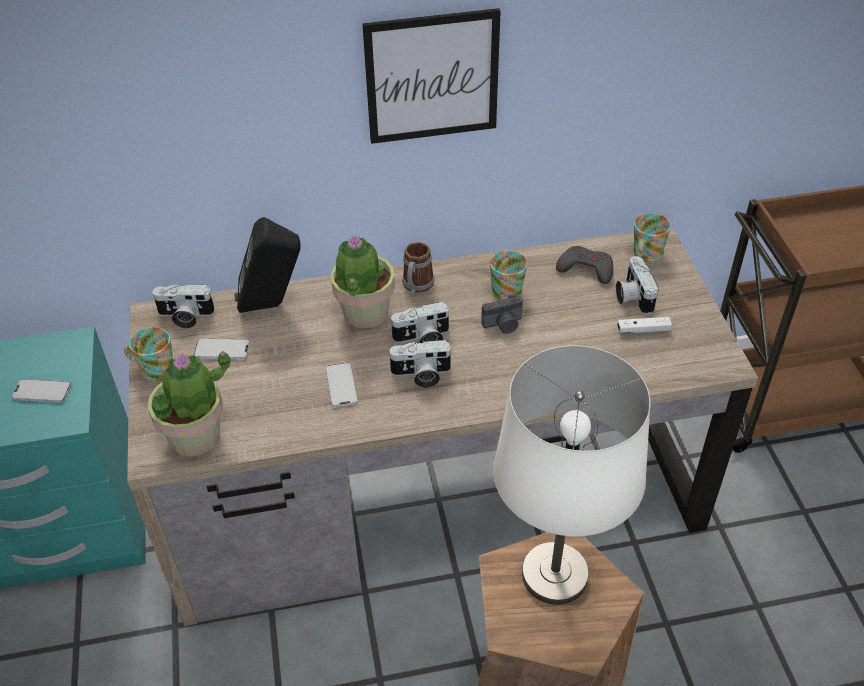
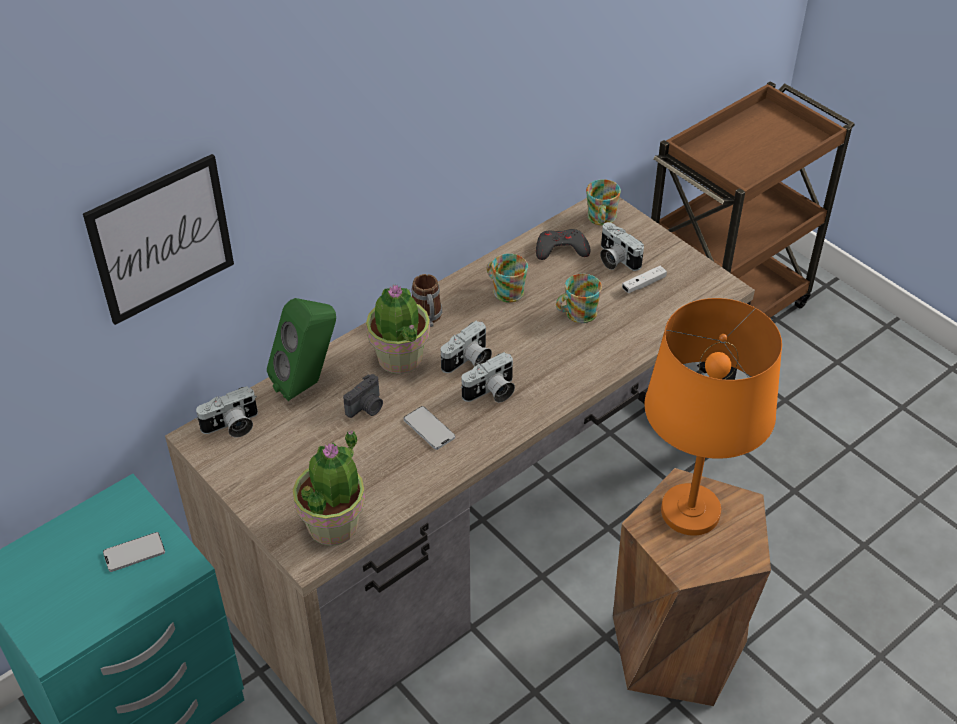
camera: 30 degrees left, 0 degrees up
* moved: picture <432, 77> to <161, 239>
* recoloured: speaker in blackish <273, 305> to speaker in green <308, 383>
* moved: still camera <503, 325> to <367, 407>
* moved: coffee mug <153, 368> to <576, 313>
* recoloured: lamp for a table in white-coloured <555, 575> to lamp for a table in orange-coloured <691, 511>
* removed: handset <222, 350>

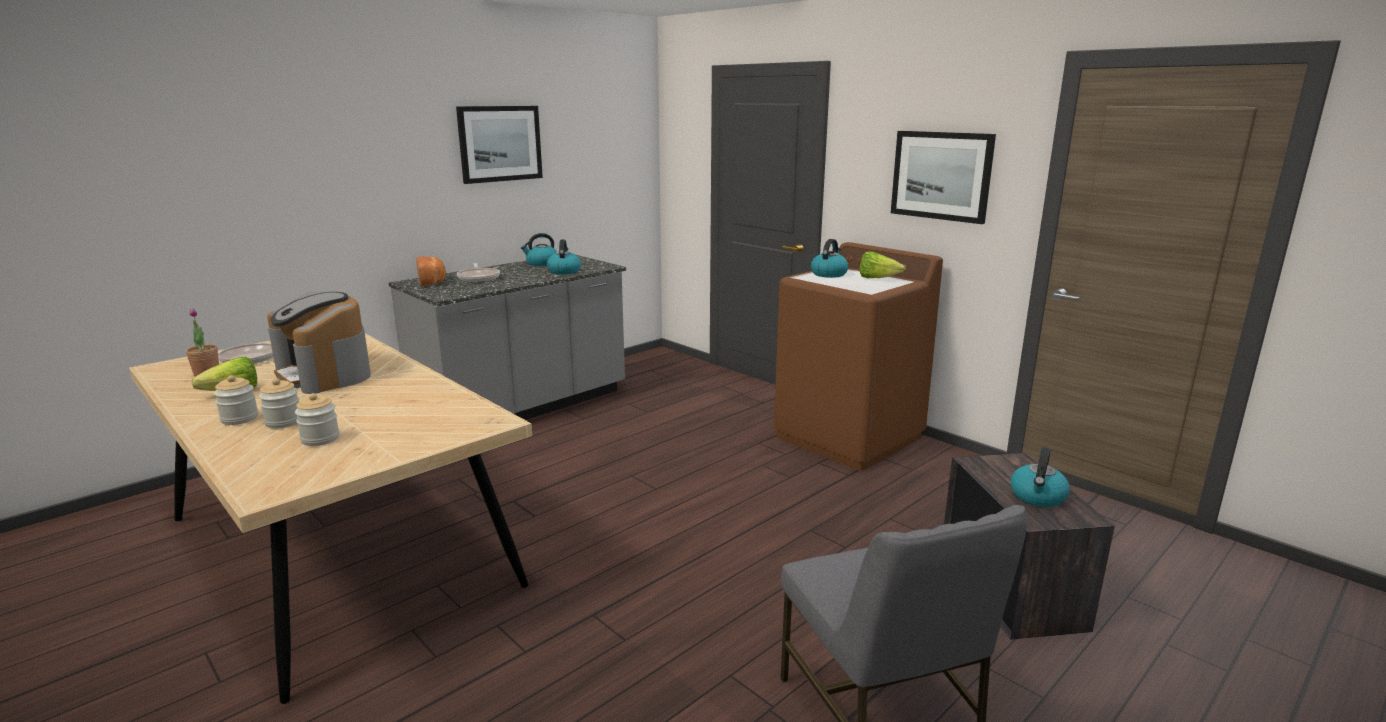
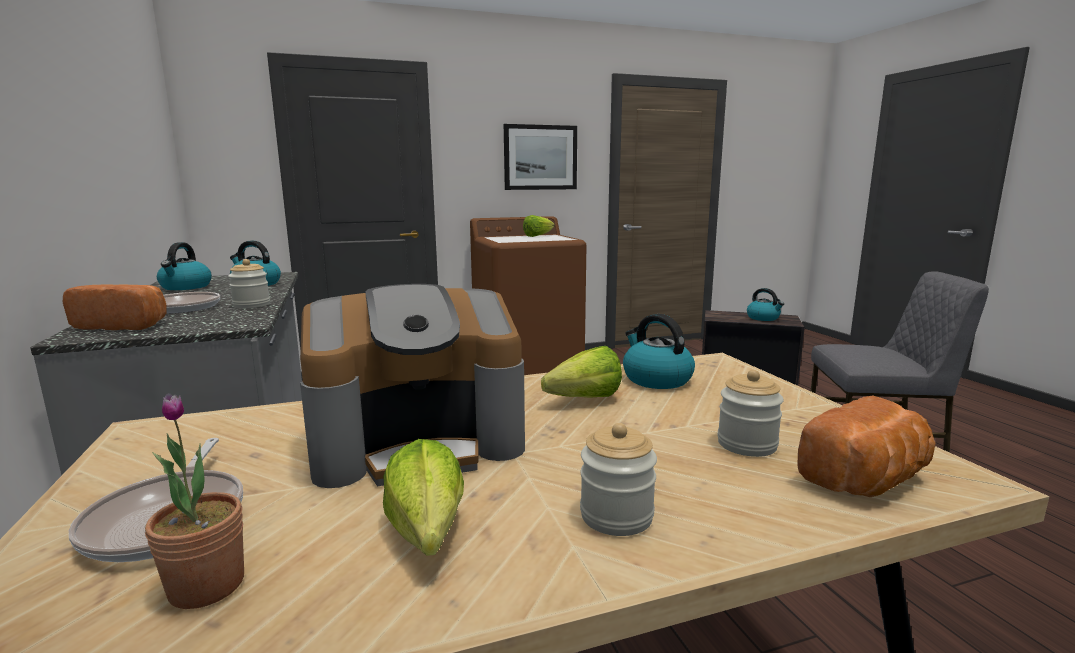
camera: 65 degrees left, 5 degrees down
* moved: jar <283, 422> to <251, 305>
* added: lettuce <578, 400>
* moved: tea kettle <829, 274> to <656, 379>
* added: bread <867, 480>
* removed: picture <500, 143>

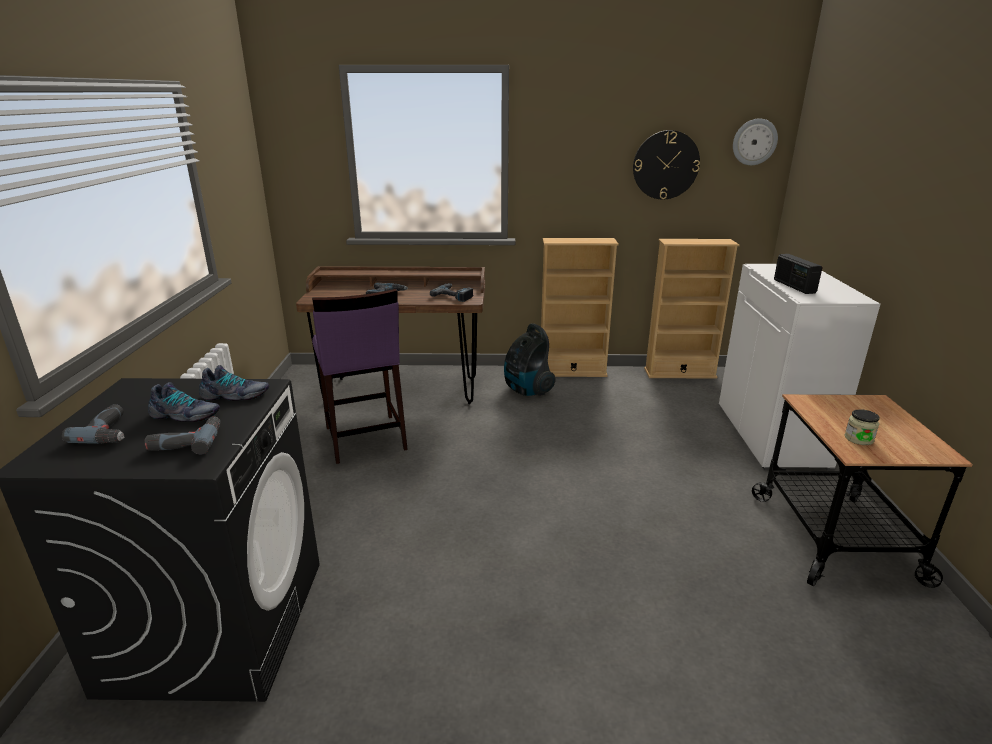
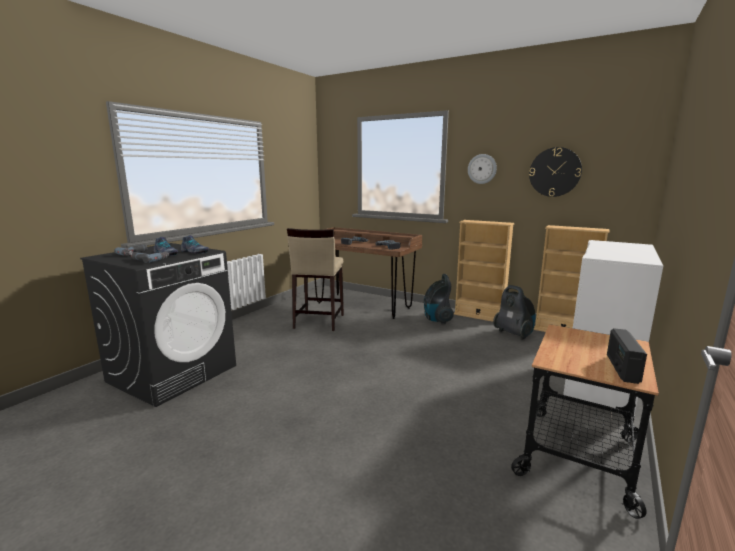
camera: 30 degrees right, 10 degrees down
* recoloured: sitting stool in purple <364, 439> to sitting stool in sand-coloured <318, 321>
* moved: wall clock <754, 142> to <482, 169>
* added: hoover <514, 334>
* moved: radio receiver <793, 286> to <622, 368>
* removed: jar <858, 439>

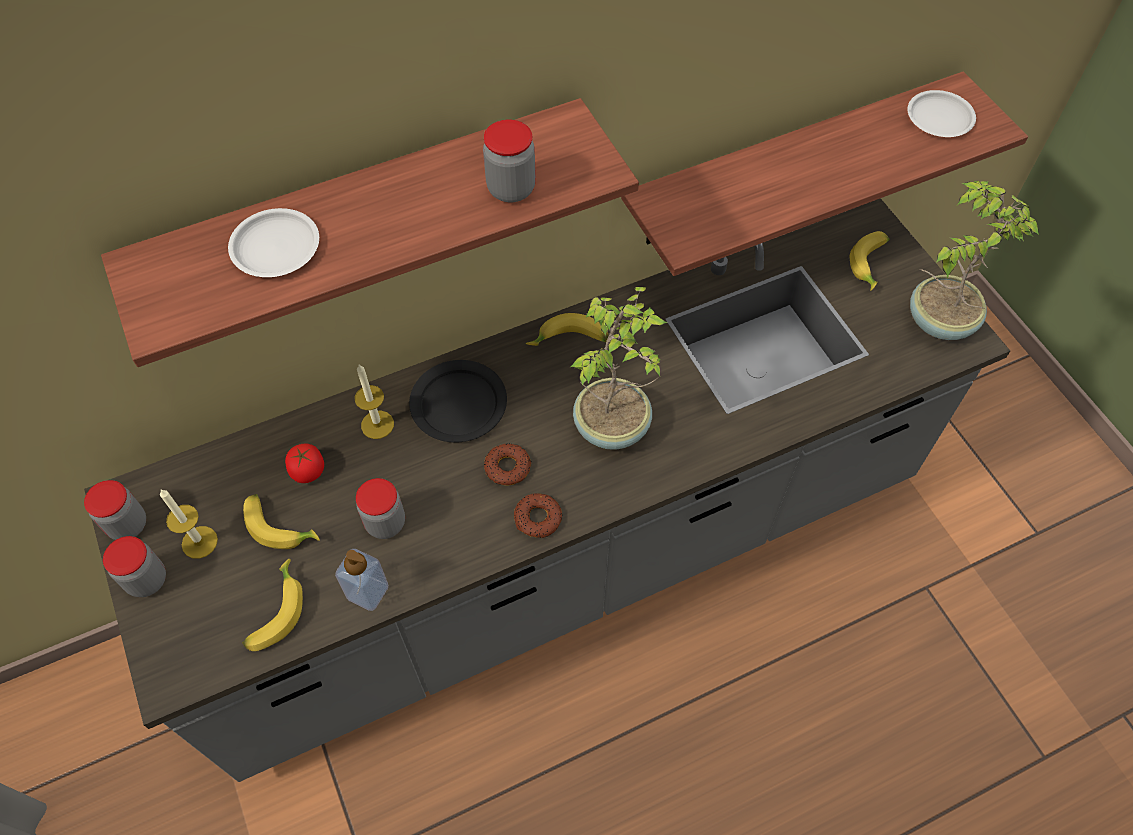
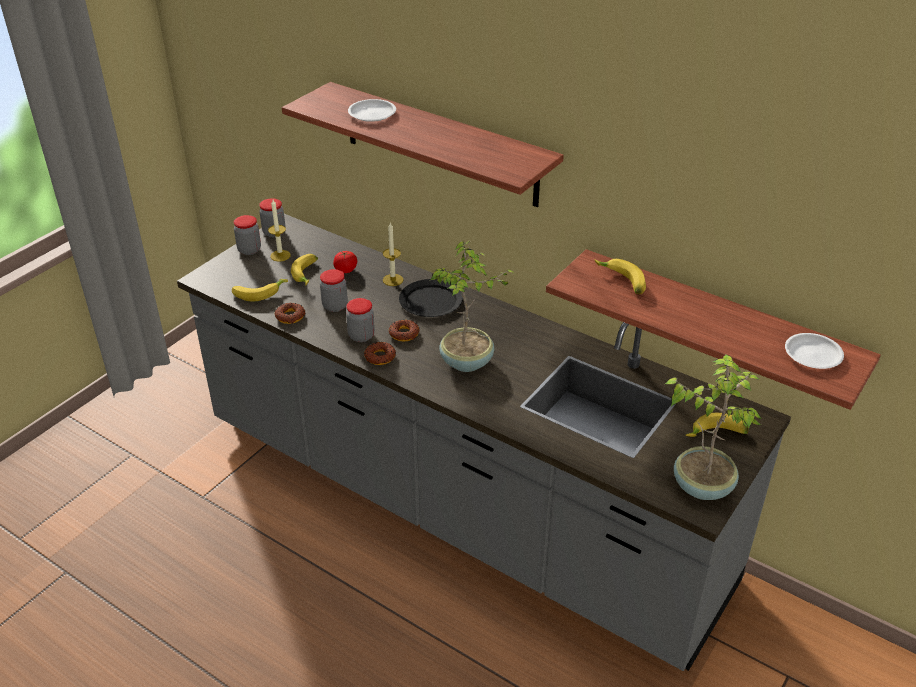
camera: 60 degrees right, 20 degrees down
* replaced: soap dispenser <368, 592> to ring doughnut <290, 316>
* moved: jar <511, 189> to <361, 336>
* moved: banana fruit <569, 341> to <620, 282>

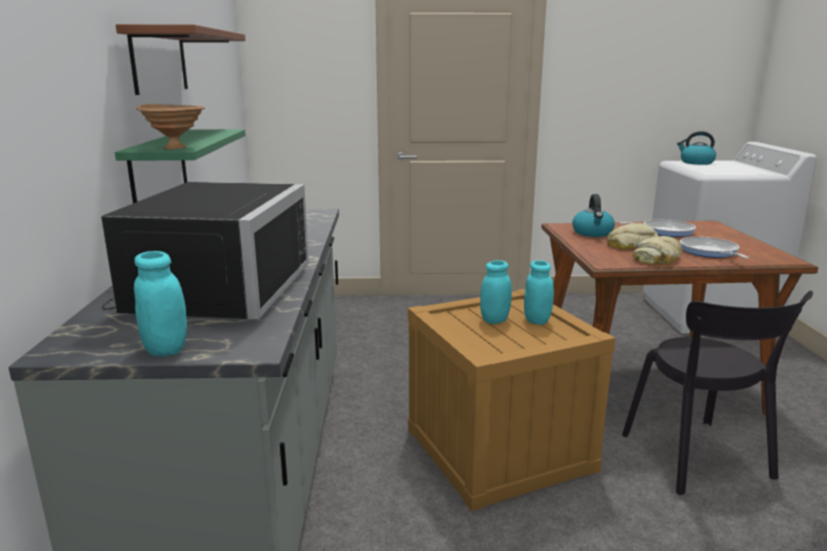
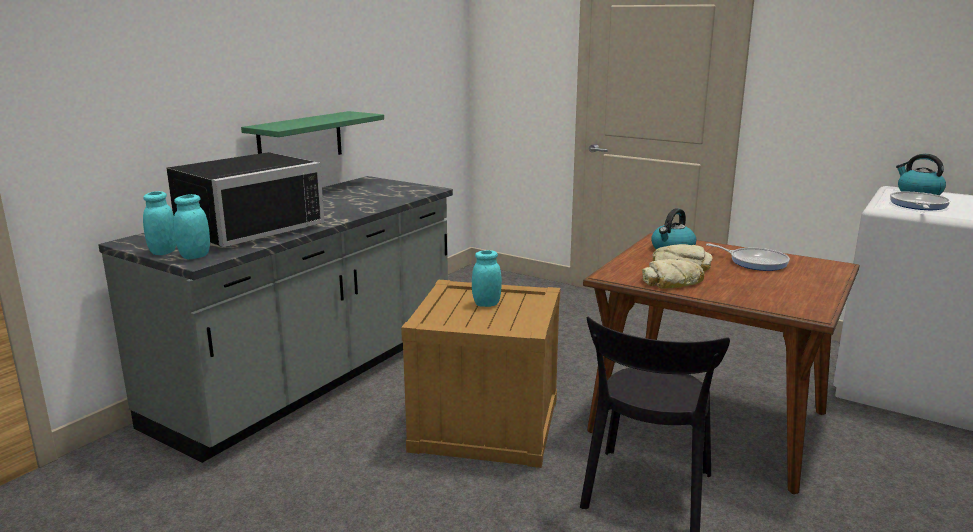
camera: 35 degrees right, 0 degrees up
* moved: jar in turquoise <537, 320> to <195, 256>
* moved: pan <710, 252> to <918, 205>
* removed: wall shelf in brown-coloured <159, 61>
* removed: deep dish in brown-coloured <175, 148>

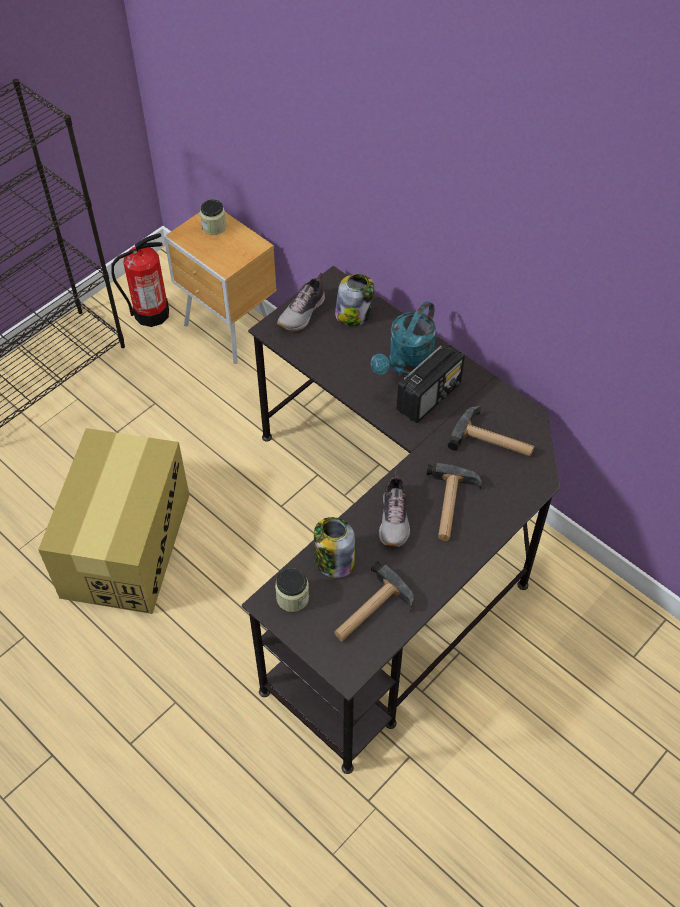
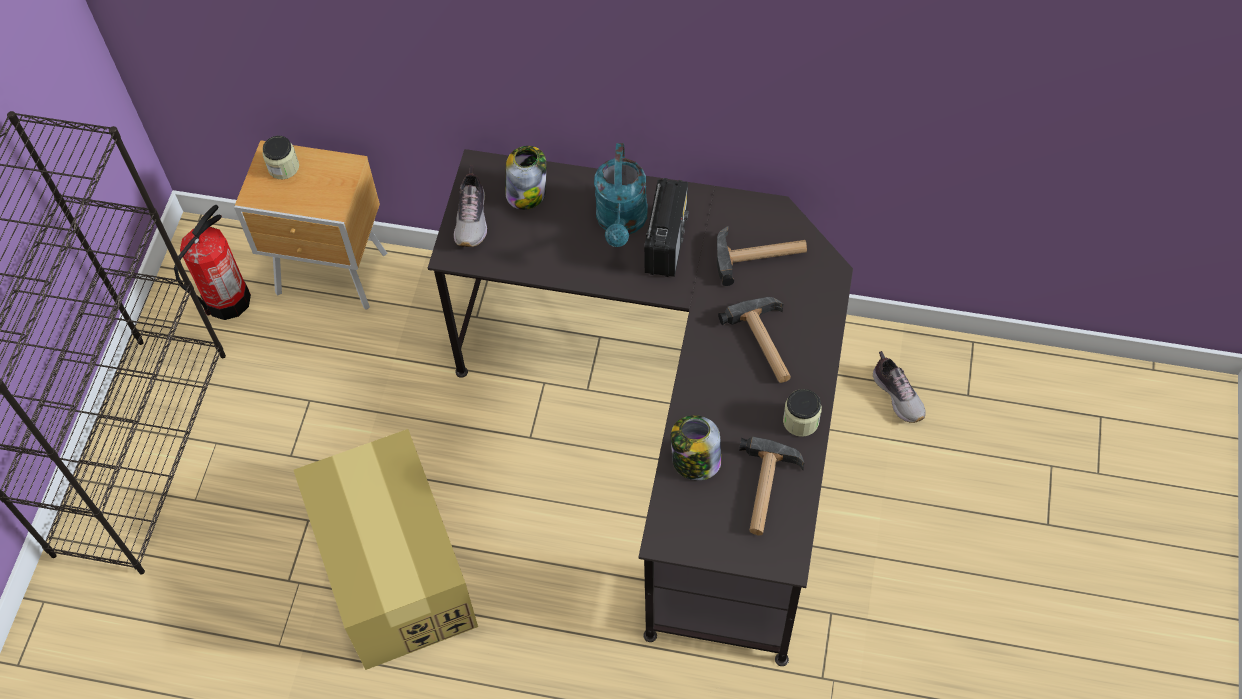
camera: 30 degrees left, 5 degrees up
* moved: jar <292, 597> to <800, 421>
* moved: shoe <395, 518> to <898, 395>

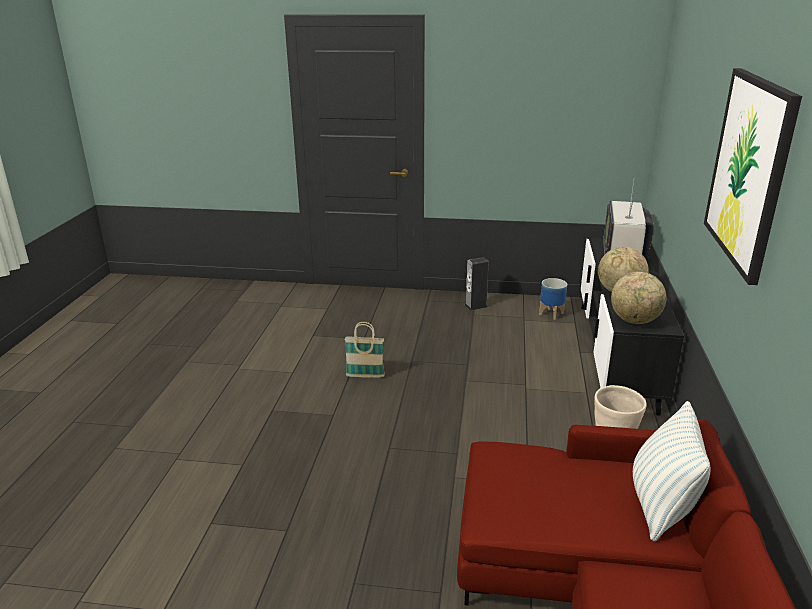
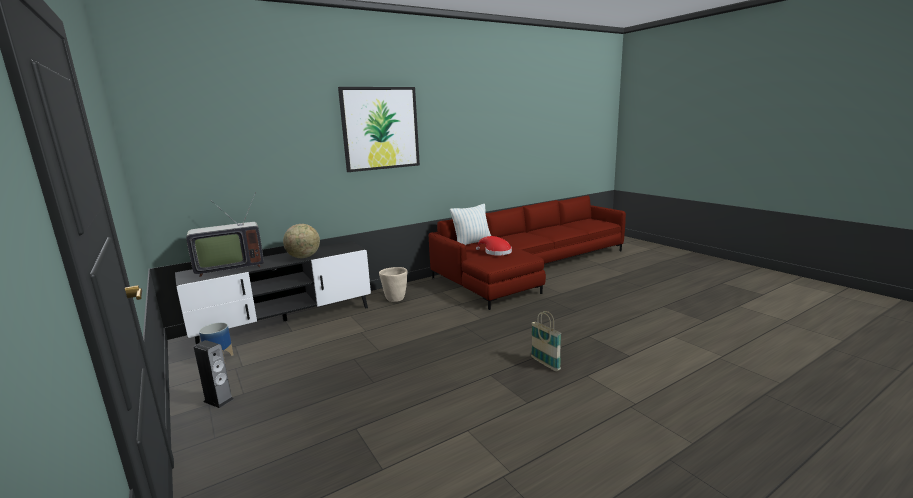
camera: 130 degrees left, 10 degrees down
* added: wearable hat in red-coloured <496, 252>
* moved: household basket <365, 376> to <545, 364>
* removed: desk globe <635, 321>

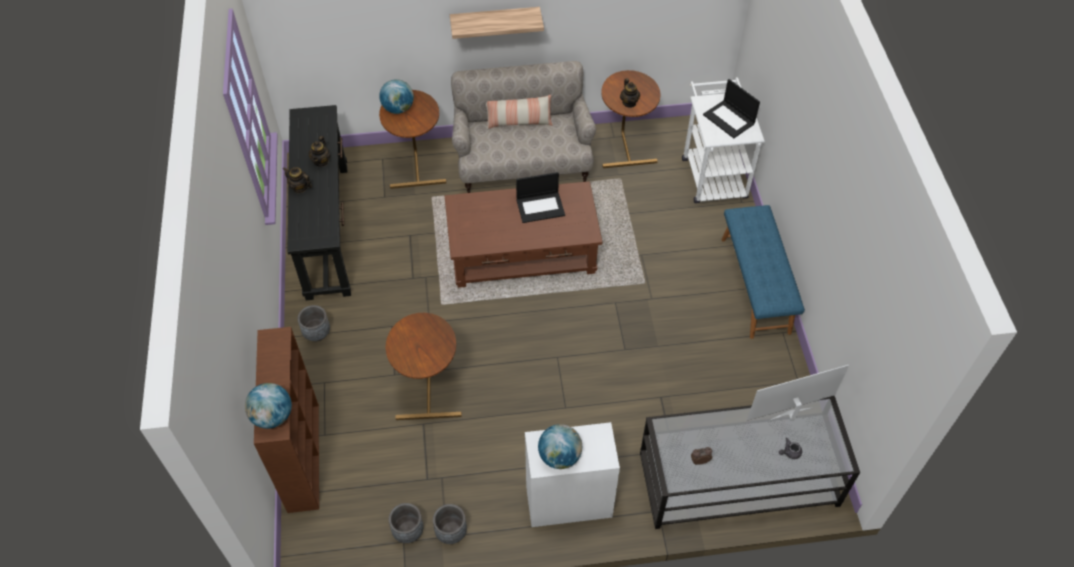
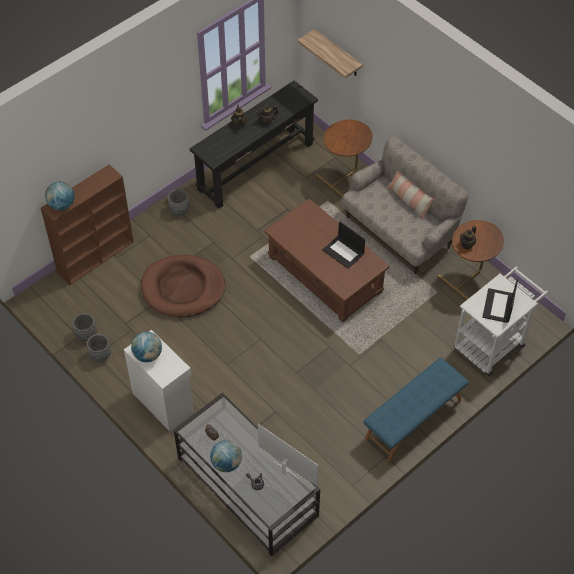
camera: 55 degrees right, 0 degrees up
* replaced: accent table in brown-coloured <429, 392> to dog cushion in brown-coloured <183, 288>
* moved: desk globe <398, 108> to <226, 463>
* moved: wall shelf <495, 21> to <338, 54>

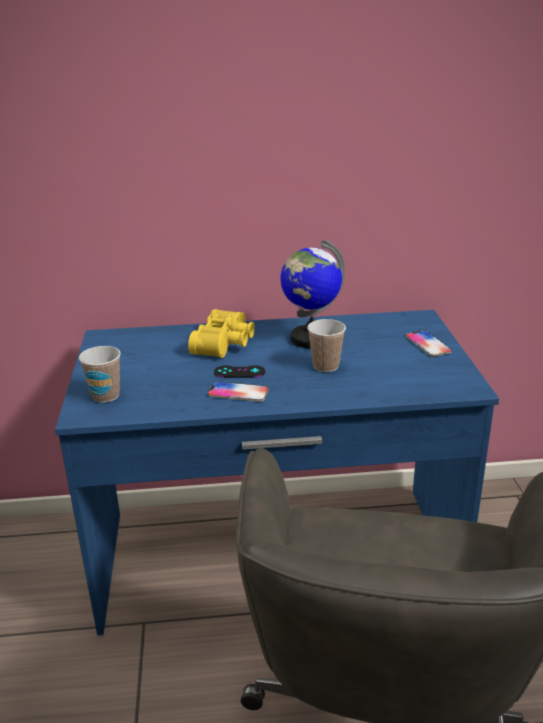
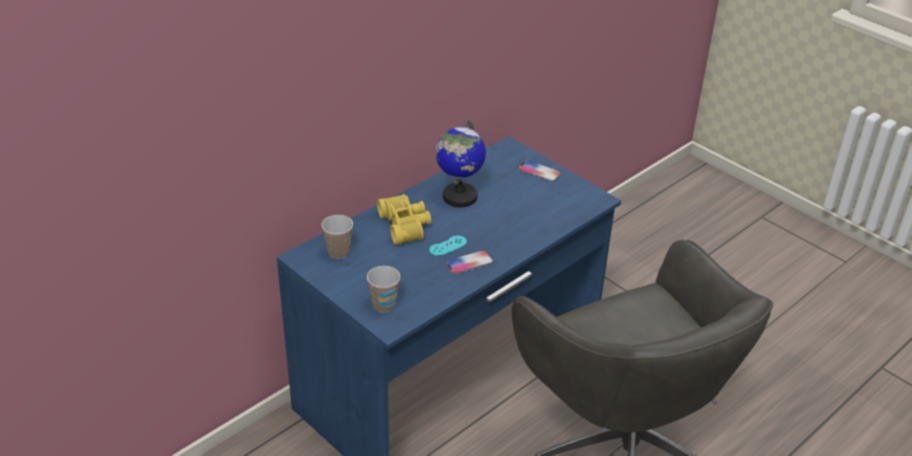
camera: 40 degrees left, 10 degrees up
* moved: drinking cup <326, 366> to <338, 252>
* recoloured: gamepad in blackish <239, 372> to gamepad in turquoise <448, 246>

